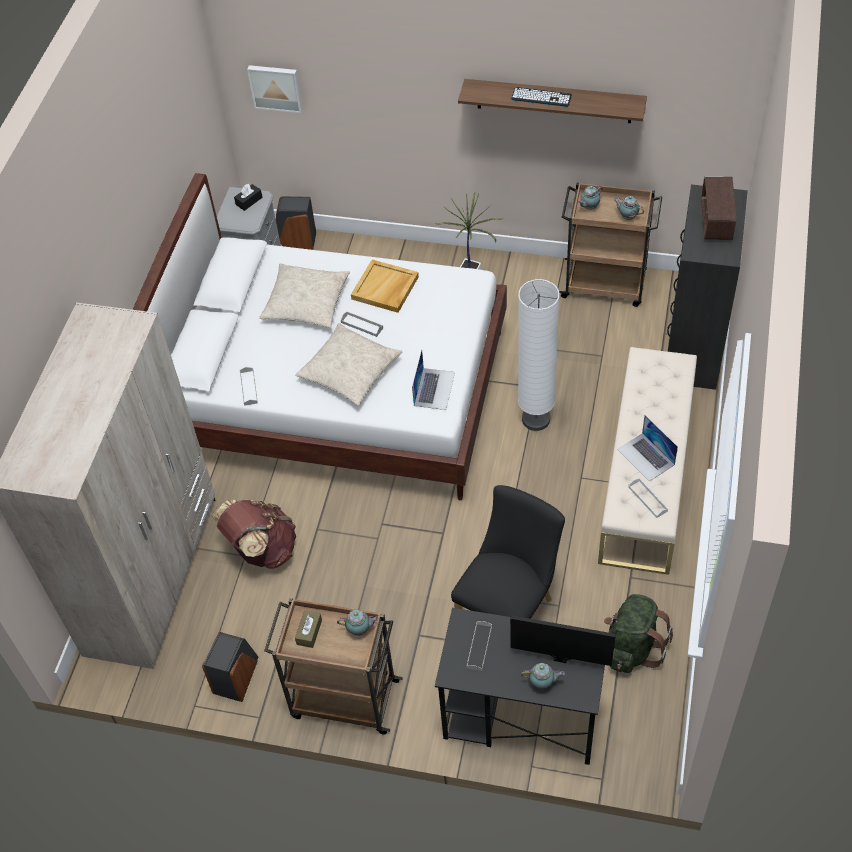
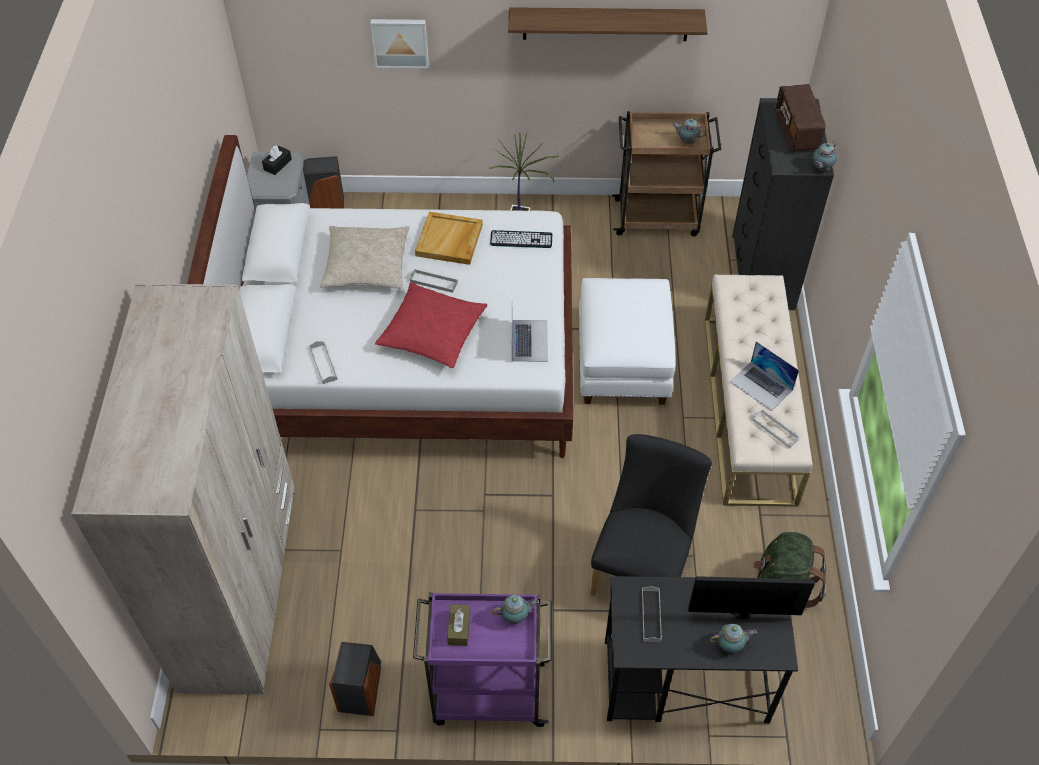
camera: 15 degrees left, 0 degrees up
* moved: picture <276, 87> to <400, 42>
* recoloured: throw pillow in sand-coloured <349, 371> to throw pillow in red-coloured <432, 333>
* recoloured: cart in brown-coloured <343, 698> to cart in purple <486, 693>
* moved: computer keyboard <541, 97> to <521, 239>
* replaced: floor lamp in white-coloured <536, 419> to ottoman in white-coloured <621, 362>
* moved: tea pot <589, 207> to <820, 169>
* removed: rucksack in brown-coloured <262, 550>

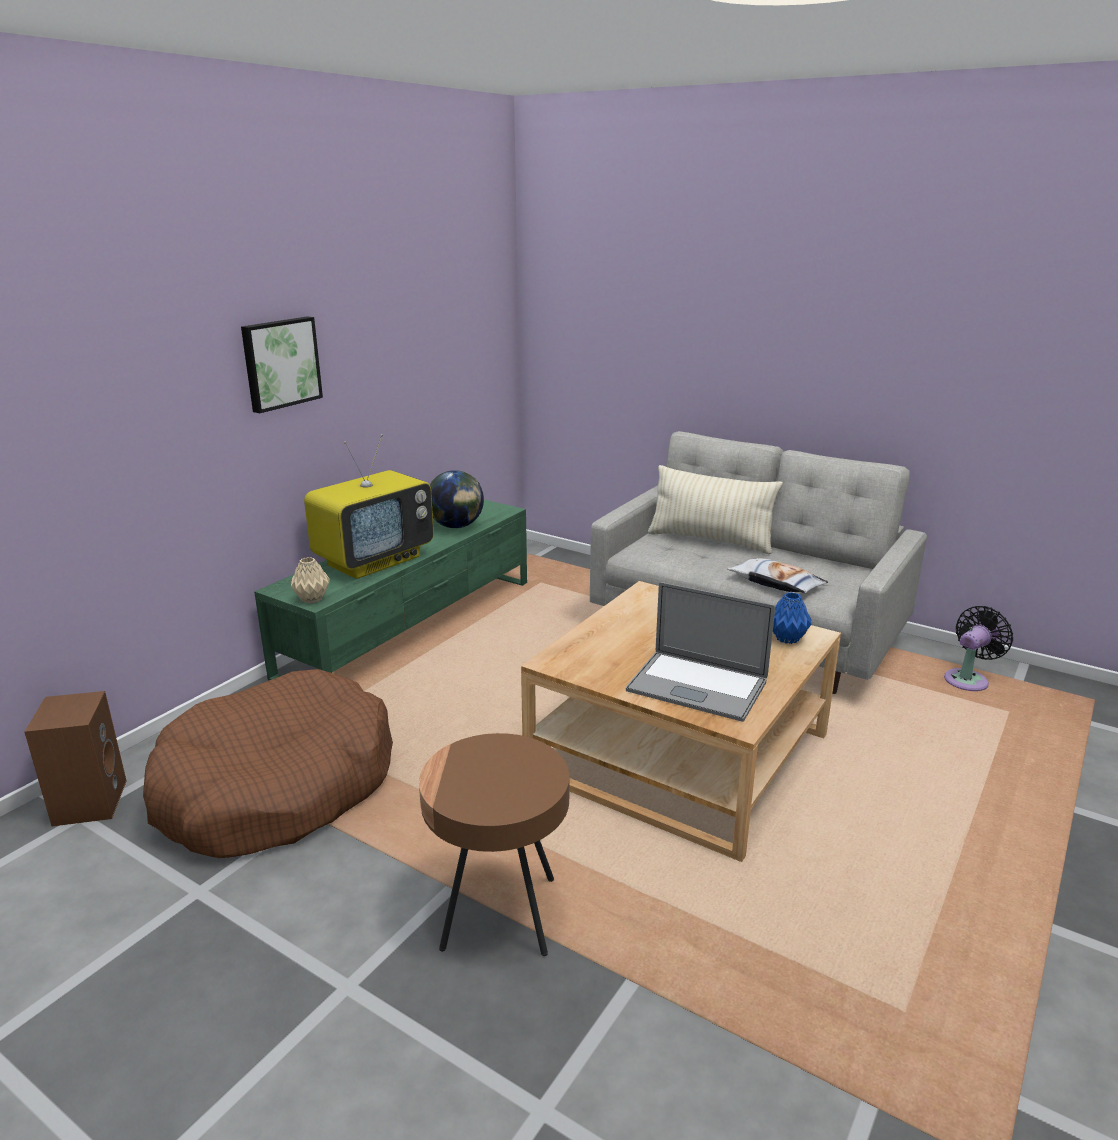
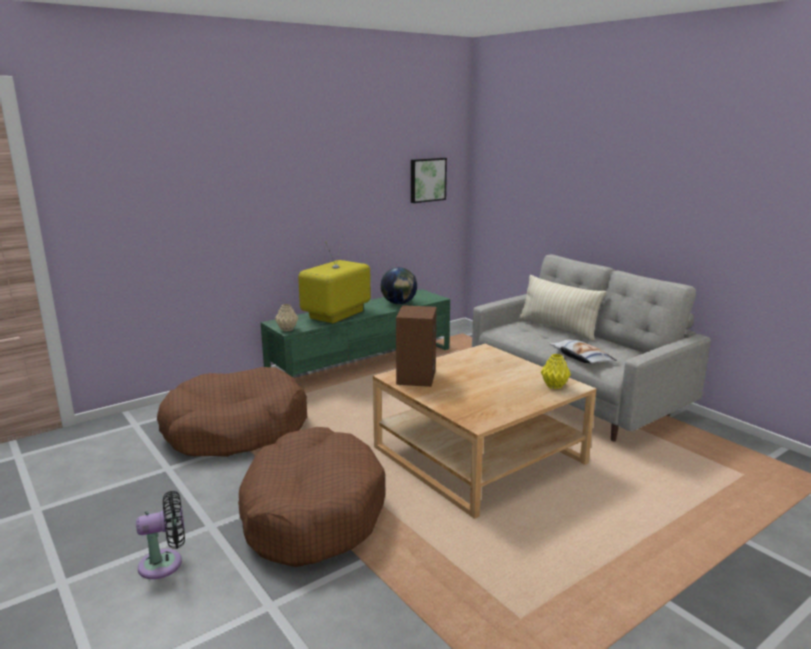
camera: 20 degrees right, 5 degrees down
* moved: electric fan in blackish <968, 679> to <165, 563>
* replaced: accent table in brown-coloured <499, 913> to dog cushion in brown-coloured <311, 512>
* turned: television <374, 560> = <336, 315> 150 degrees clockwise
* moved: speaker in brown-coloured <89, 801> to <415, 377>
* moved: picture <280, 363> to <427, 180>
* recoloured: vase in blue-coloured <787, 639> to vase in yellowish <554, 386>
* removed: laptop <697, 686>

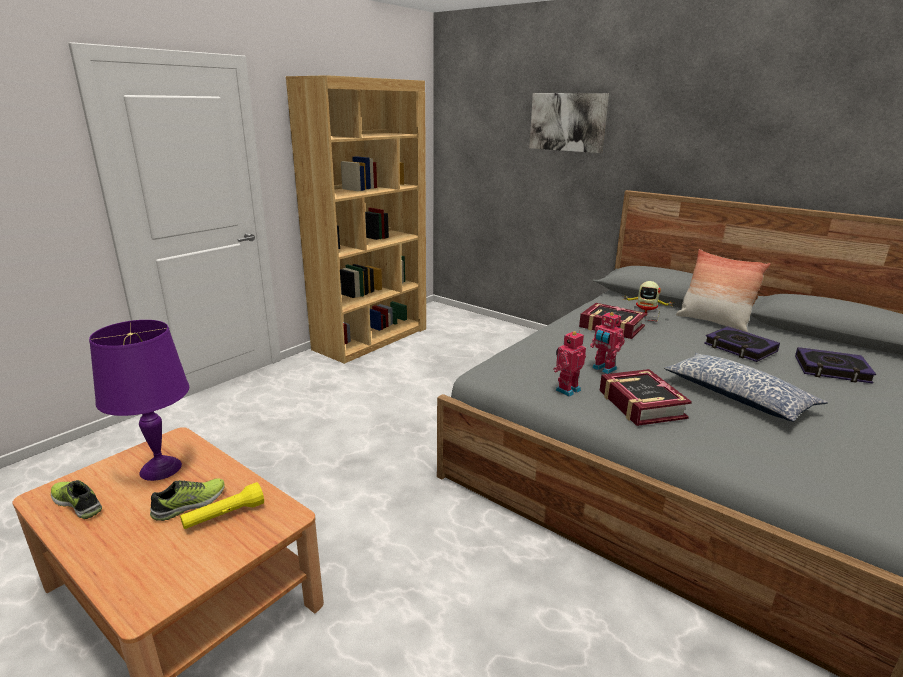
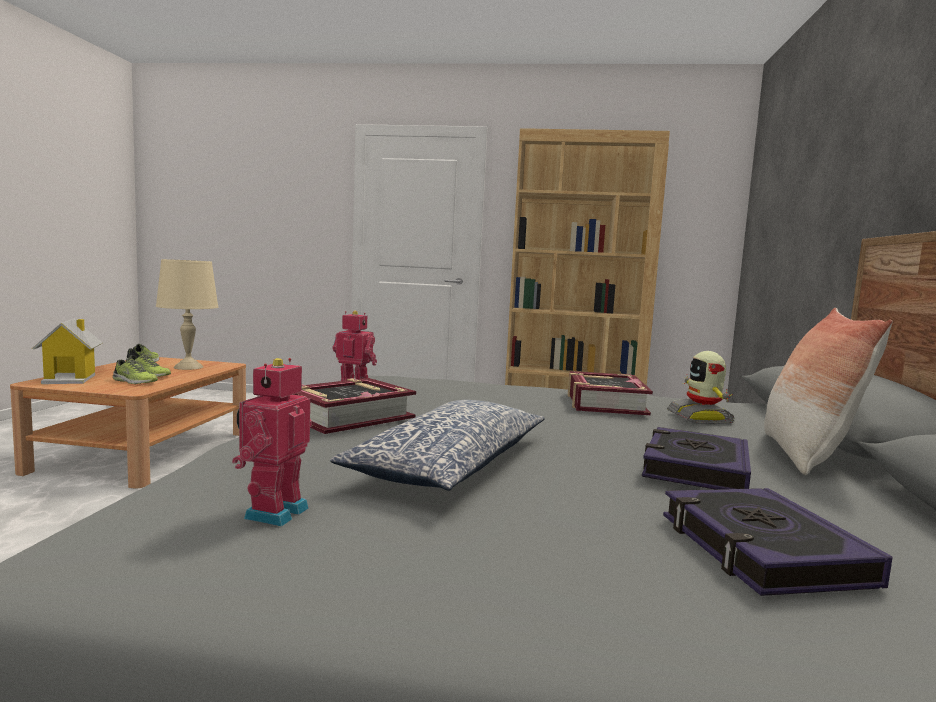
camera: 60 degrees right, 15 degrees down
* added: miniature house <70, 379>
* replaced: hand torch in yellowish <224, 516> to shoe <134, 381>
* recoloured: lamp for a table in purple <160, 468> to lamp for a table in sand-coloured <189, 367>
* moved: robot figure <603, 369> to <273, 512>
* removed: picture <568, 122>

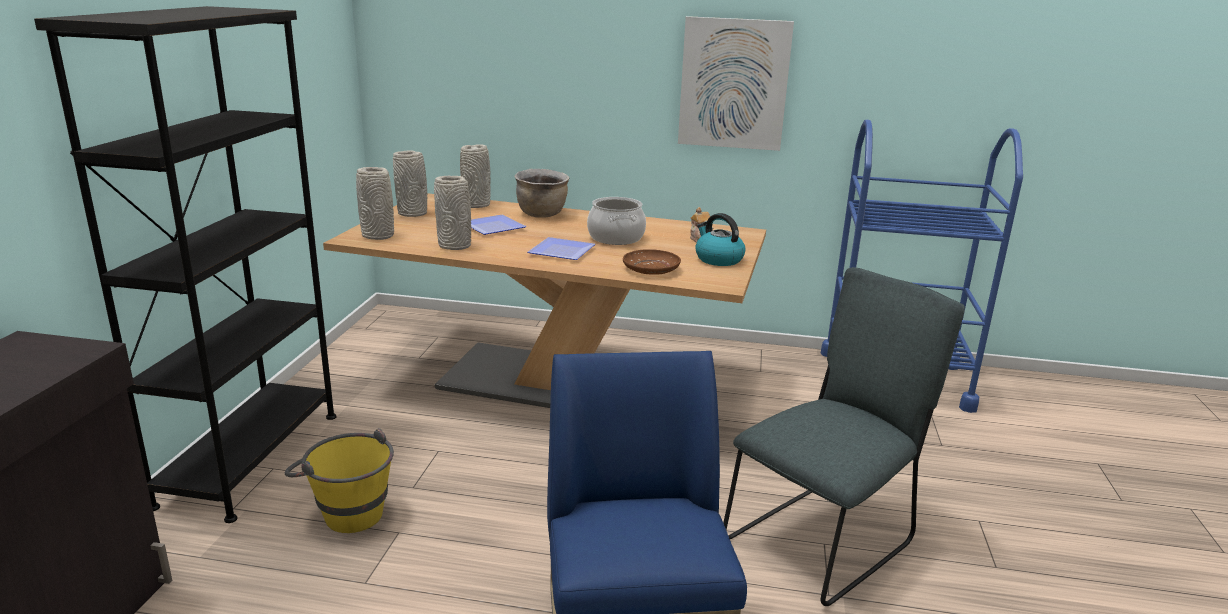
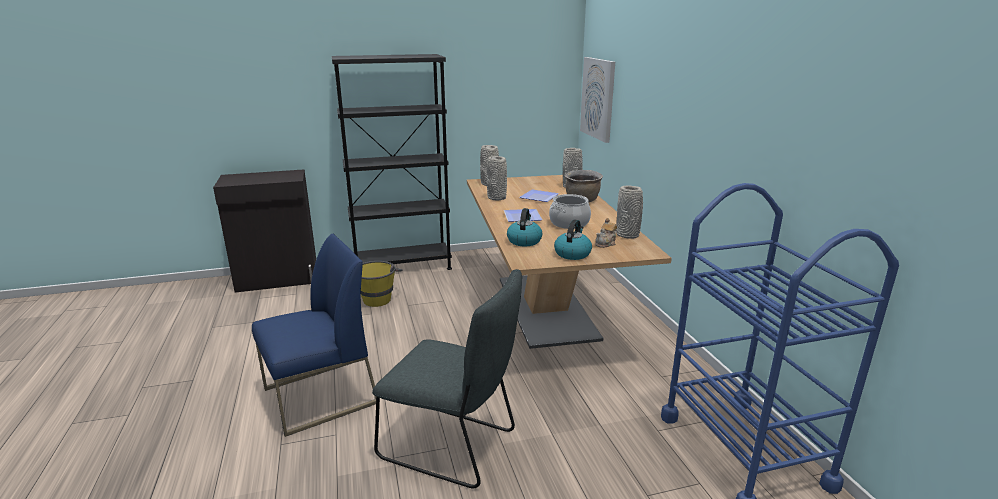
camera: 65 degrees right, 0 degrees up
* replaced: dinner plate in brown-coloured <651, 269> to tea kettle <524, 241>
* moved: picture <734, 84> to <598, 98>
* moved: vase in greyish <413, 214> to <628, 235>

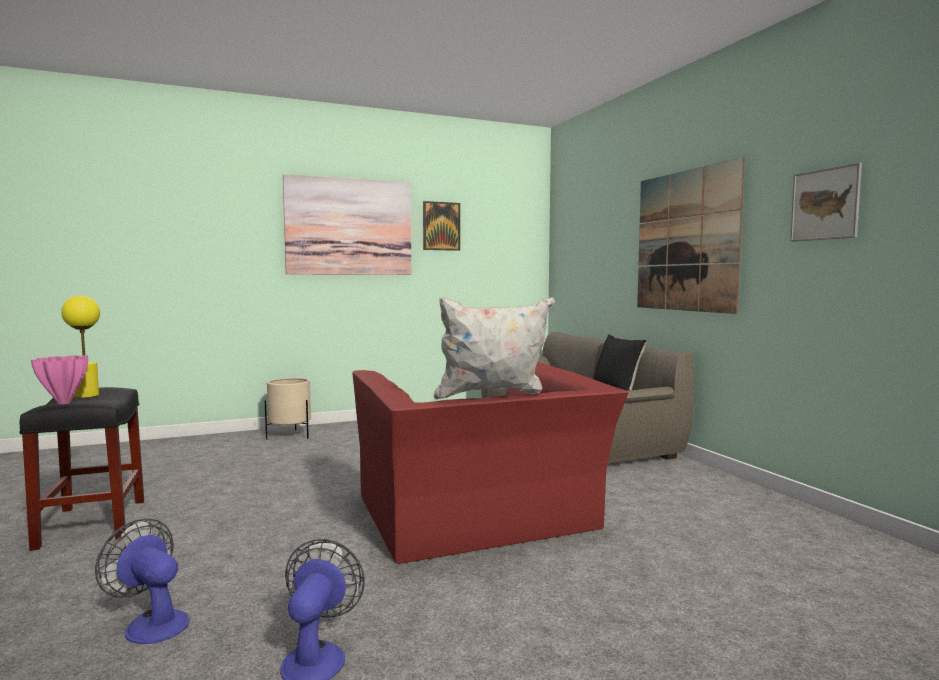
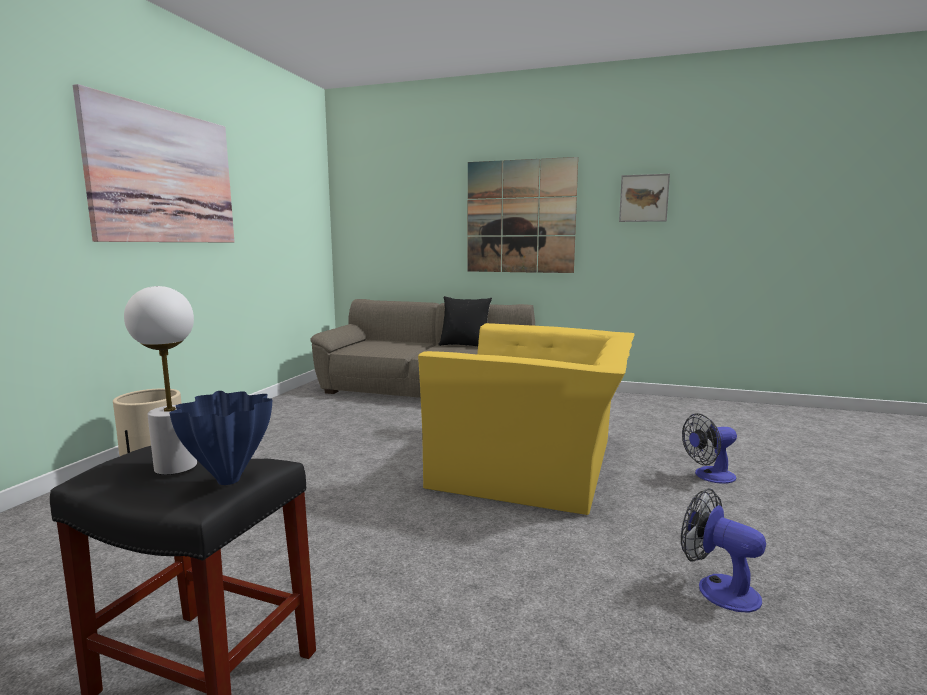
camera: 50 degrees left, 5 degrees up
* recoloured: lamp for a table in yellowish <86, 395> to lamp for a table in white-coloured <175, 466>
* recoloured: vase in pink-coloured <63, 403> to vase in blue-coloured <228, 481>
* recoloured: lounge chair in red-coloured <478, 516> to lounge chair in yellowish <535, 464>
* moved: electric fan <151, 623> to <709, 476>
* removed: picture <441, 226>
* removed: throw pillow in white-coloured <493, 400>

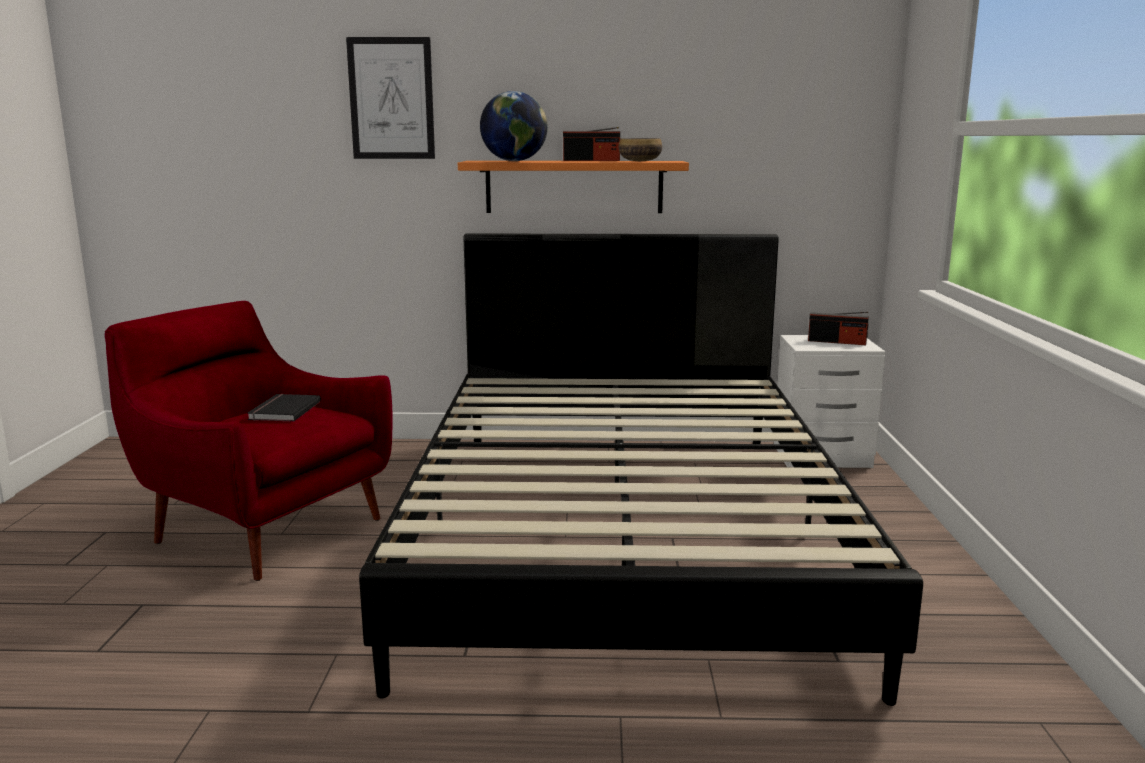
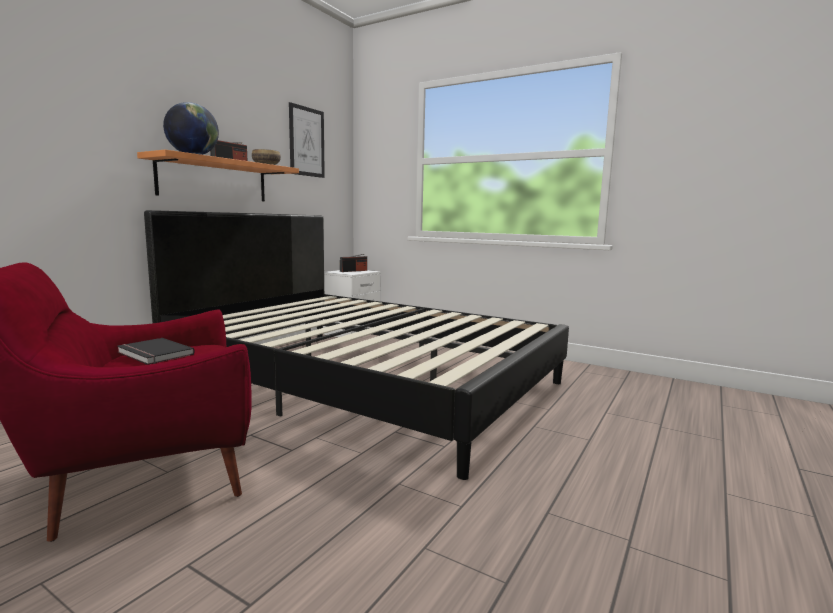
camera: 60 degrees left, 5 degrees down
* moved: picture <391, 99> to <307, 142>

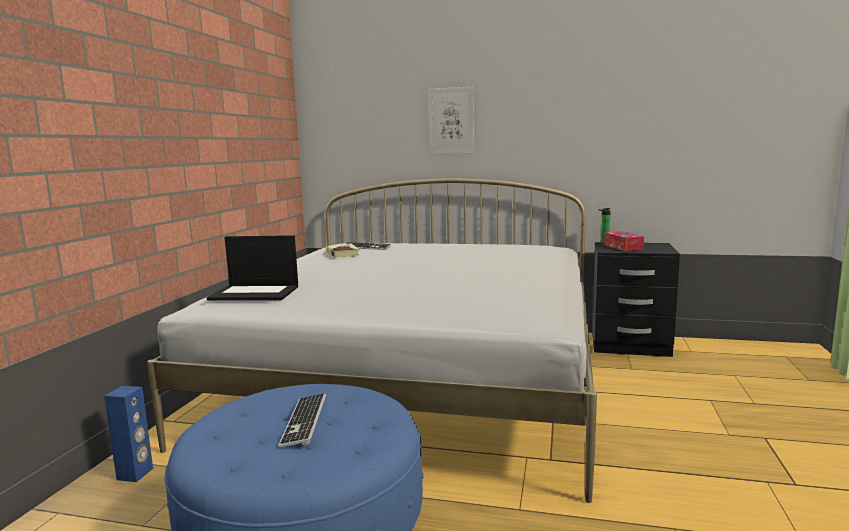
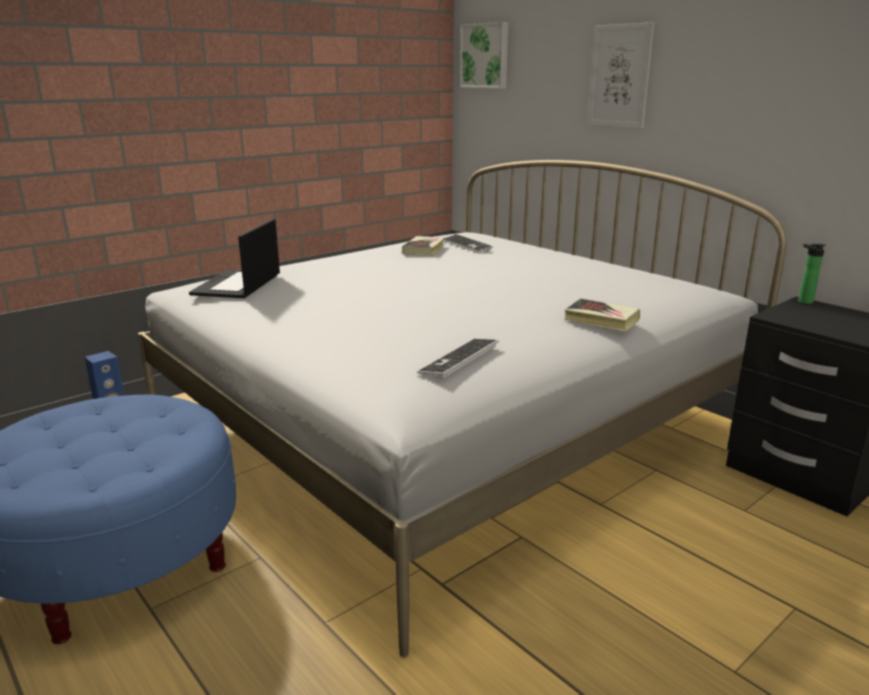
camera: 35 degrees right, 10 degrees up
* turned: laptop <256, 293> = <237, 285> 60 degrees clockwise
* moved: computer keyboard <304, 421> to <459, 359>
* added: picture <485, 56>
* added: book <601, 320>
* removed: tissue holder <623, 247>

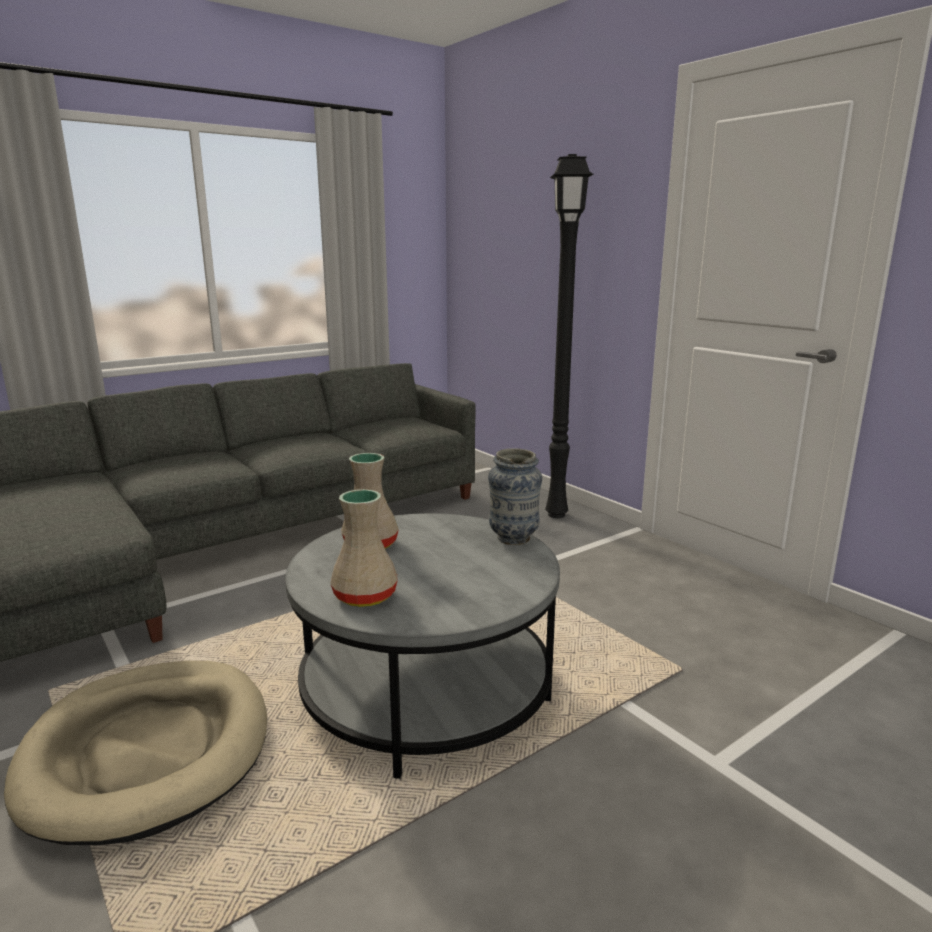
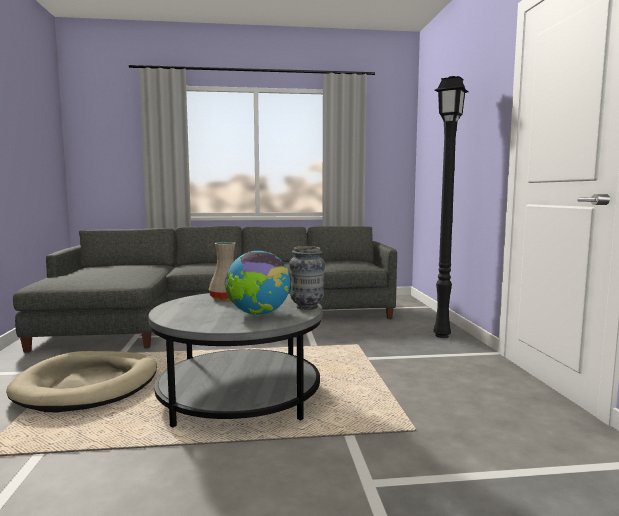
camera: 30 degrees right, 10 degrees down
* added: desk globe <258, 314>
* removed: vase in sand-coloured <366, 597>

